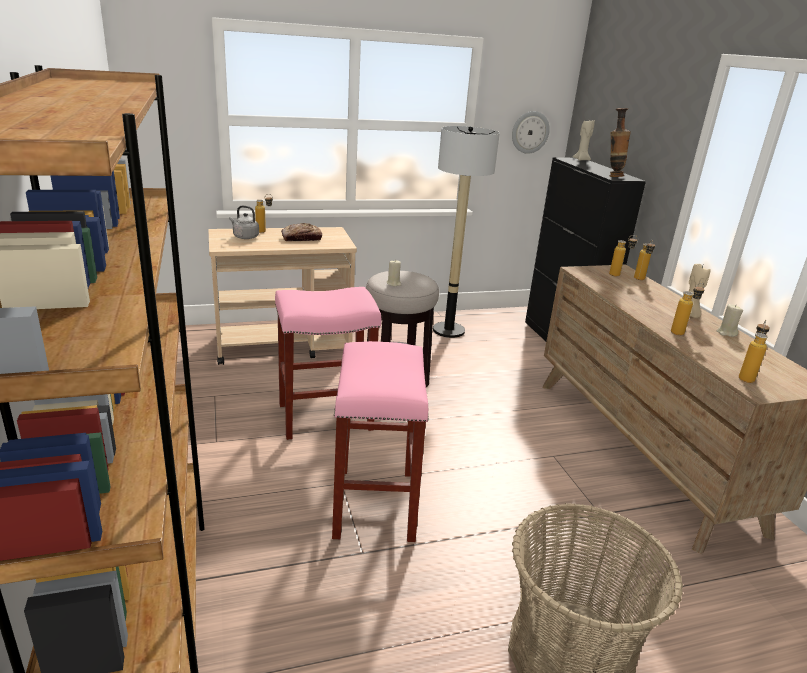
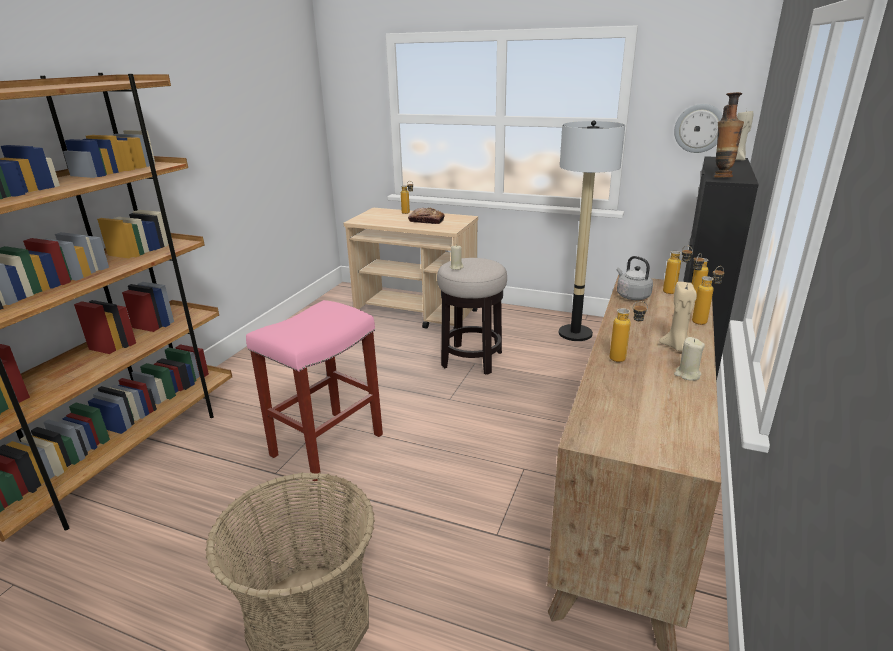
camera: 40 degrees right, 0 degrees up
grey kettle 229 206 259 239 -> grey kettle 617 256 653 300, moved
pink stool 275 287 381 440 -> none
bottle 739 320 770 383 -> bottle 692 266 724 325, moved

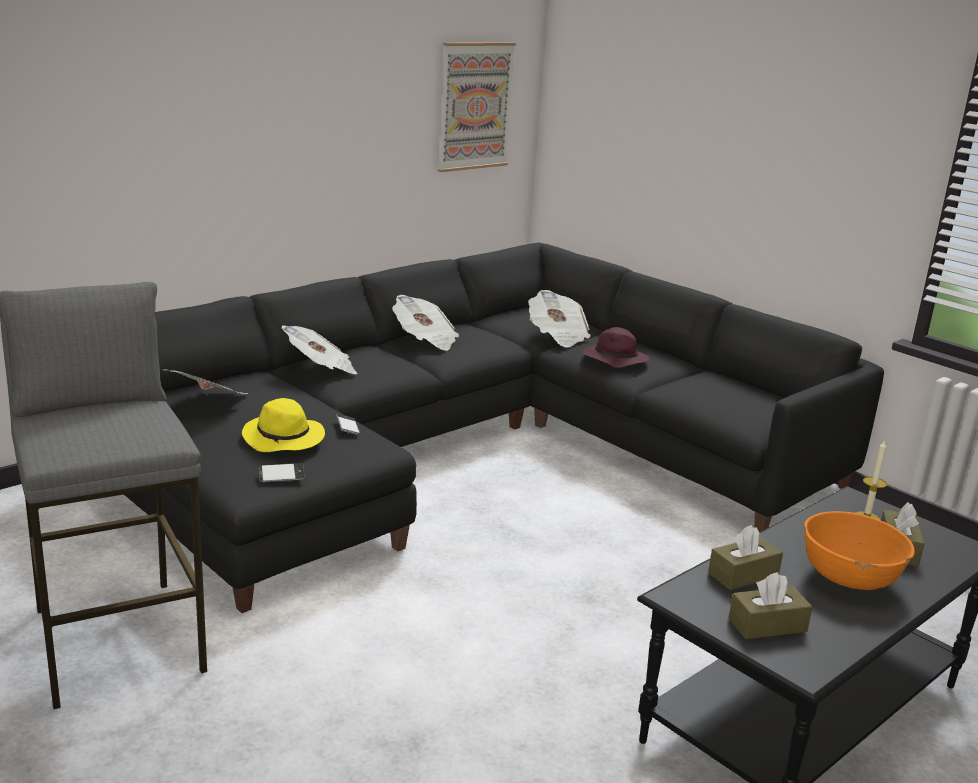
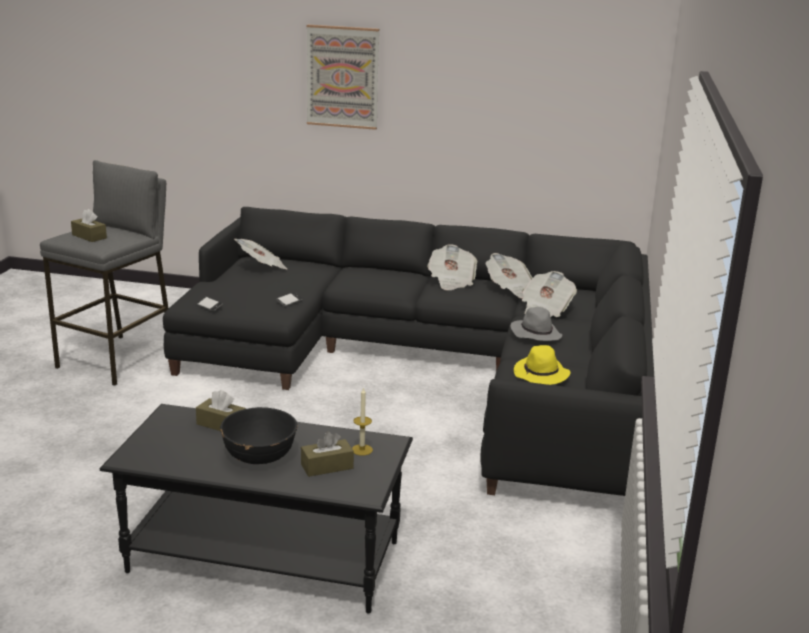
camera: 55 degrees right, 0 degrees up
yellow hat 242 398 325 452 -> yellow hat 514 345 571 385, moved
newspaper 281 325 357 374 -> newspaper 486 253 533 299, moved
picture 438 42 516 172 -> picture 307 25 380 130, moved
purple hat 583 327 650 368 -> grey hat 510 307 562 341
brown tissue box 728 572 813 639 -> brown tissue box 71 209 107 242, moved
orange bowl 804 511 915 590 -> black bowl 220 407 298 464

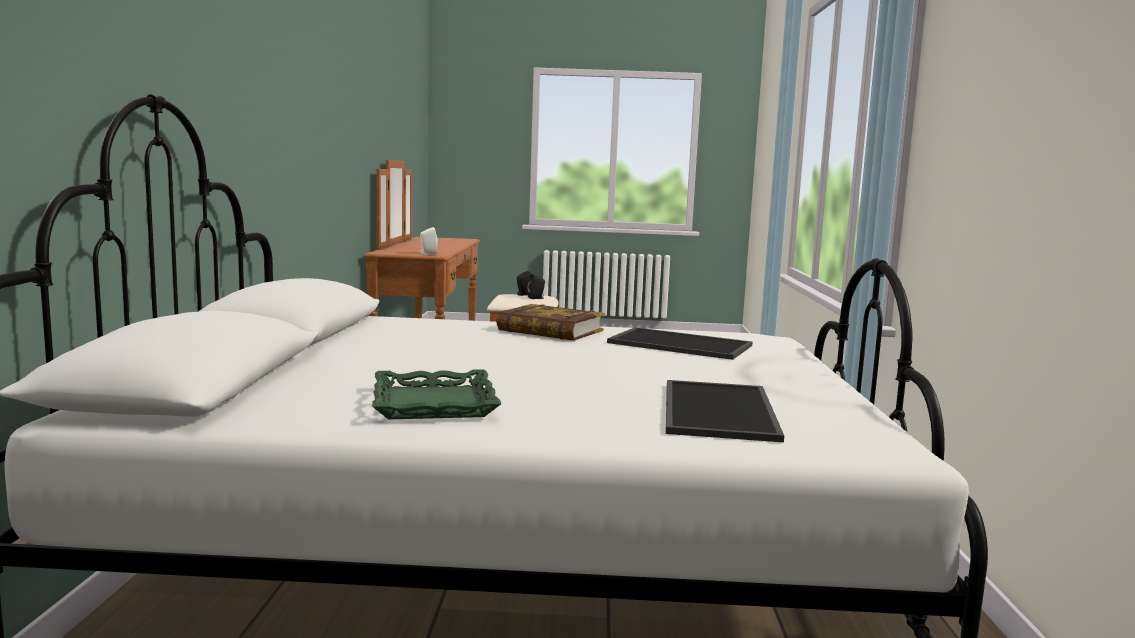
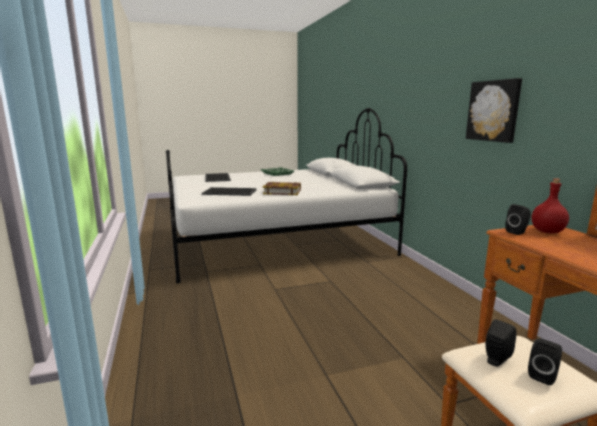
camera: 160 degrees right, 5 degrees up
white speaker 418 227 438 255 -> black speaker 505 204 531 235
none -> picture 466 78 522 143
none -> red bottle 531 178 569 233

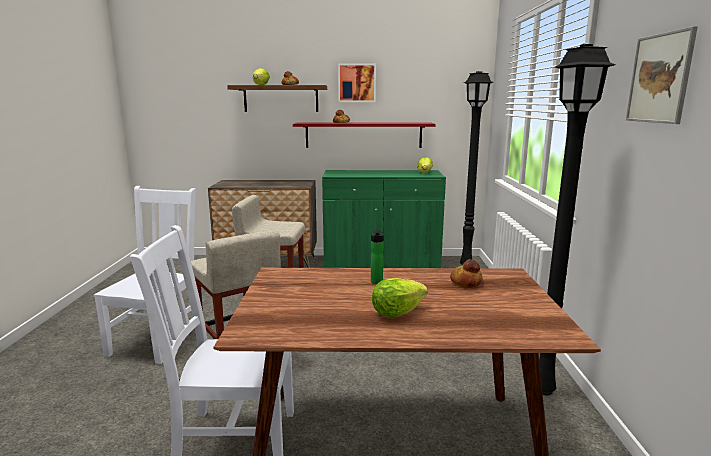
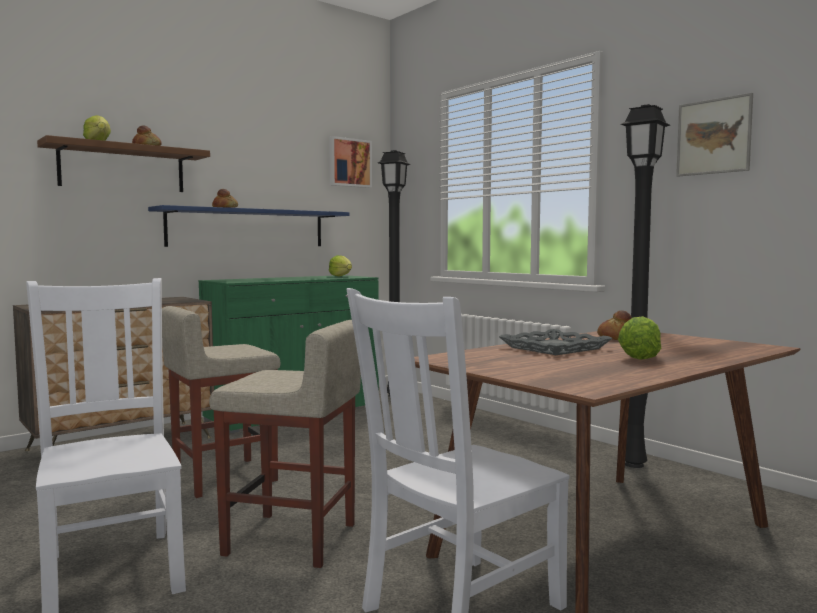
camera: 40 degrees left, 10 degrees down
red shelf 293 123 436 148 -> blue shelf 148 205 350 247
picture 338 63 376 102 -> picture 329 136 372 188, moved
bottle 371 230 384 284 -> grey tray 499 329 613 355

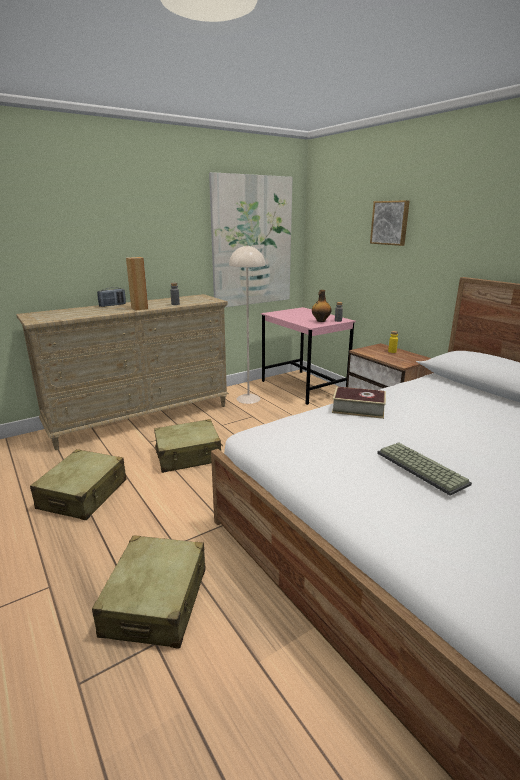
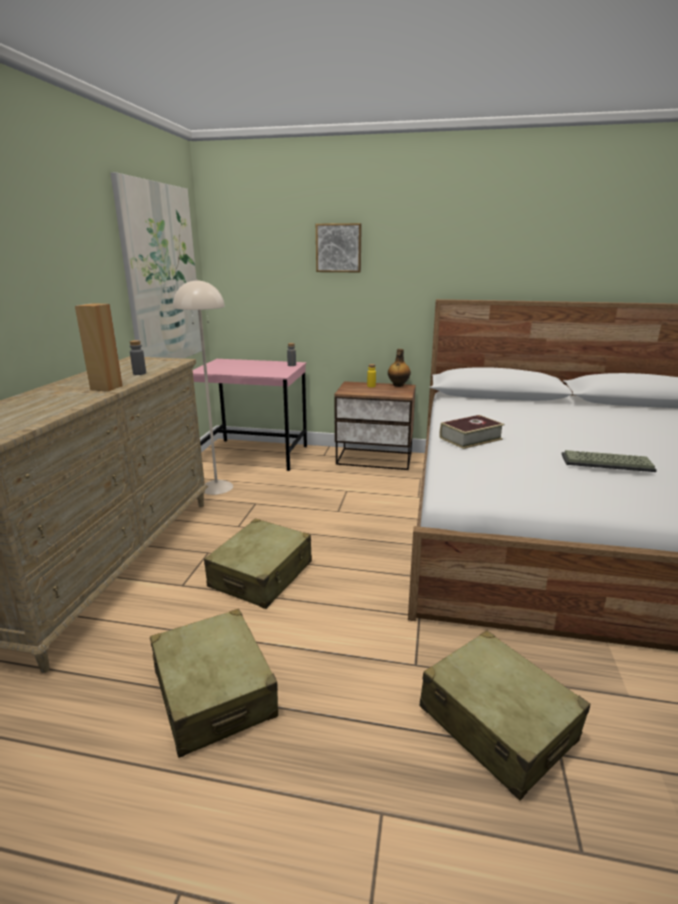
camera: 45 degrees left, 0 degrees up
radio 97 287 126 307 -> none
bottle 312 290 332 322 -> bottle 388 349 411 387, moved

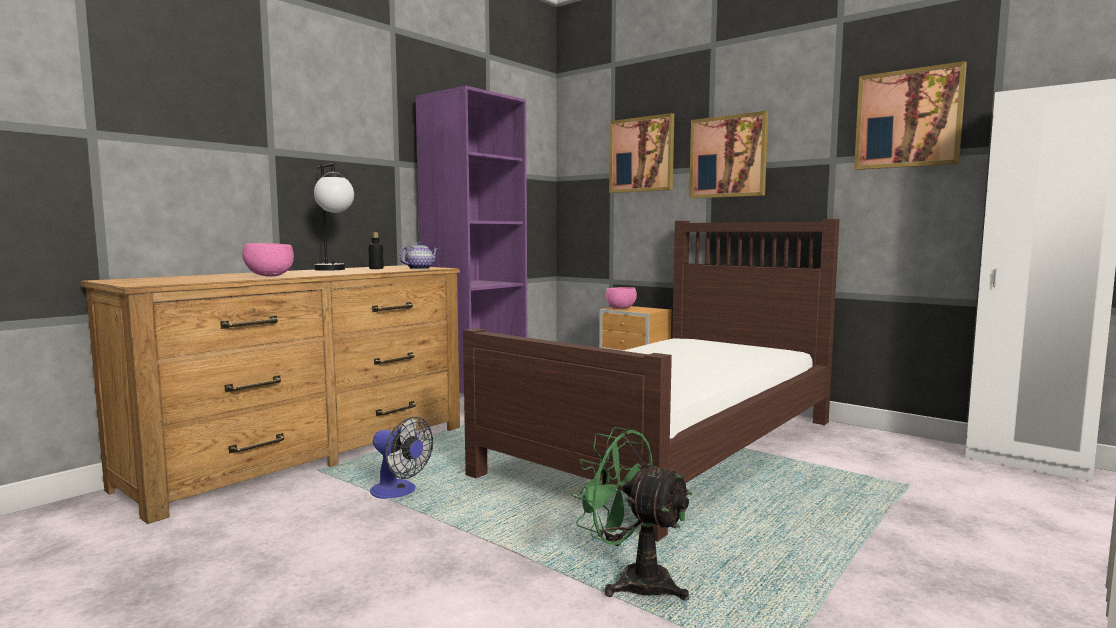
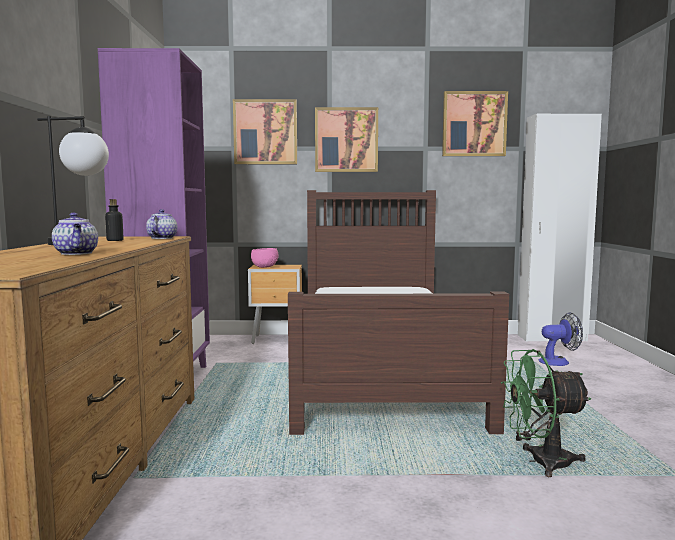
camera: 40 degrees left, 0 degrees up
pink bowl 242 243 294 277 -> teapot 52 212 98 255
fan 370 417 433 499 -> fan 539 312 583 366, moved

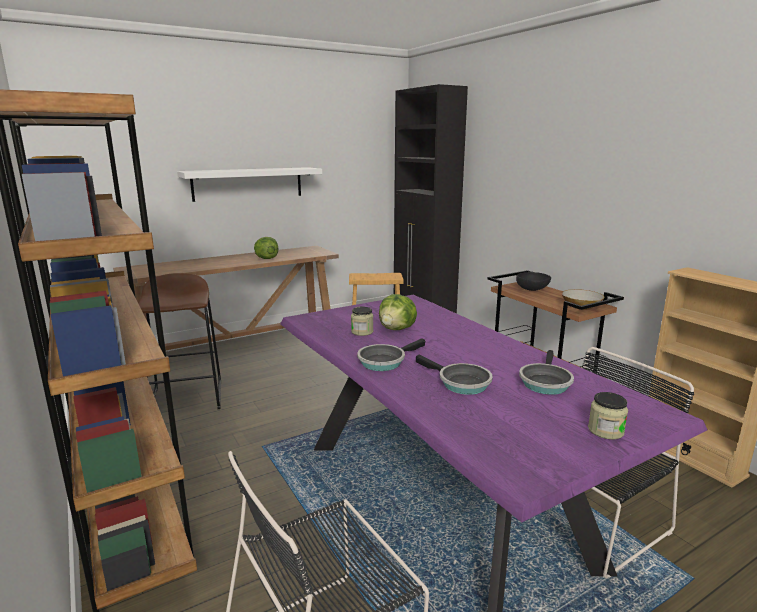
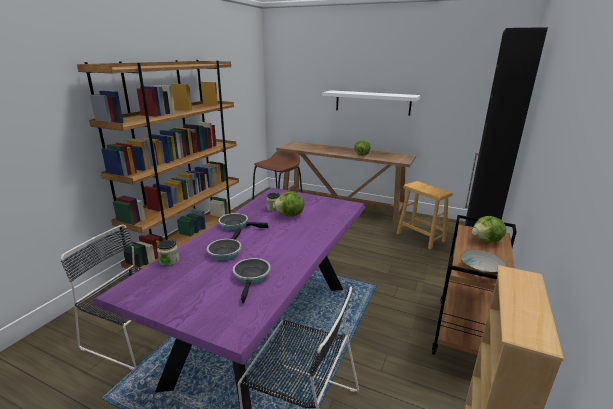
camera: 55 degrees right, 5 degrees up
black bowl 516 272 551 291 -> lettuce 472 216 506 243
frying pan 519 350 574 395 -> frying pan 233 258 271 304, 105 degrees clockwise
jar 588 392 628 440 -> jar 157 240 179 266, moved

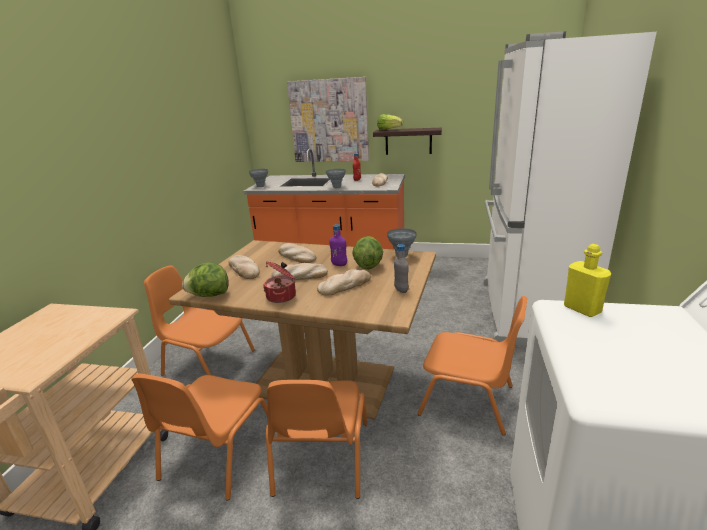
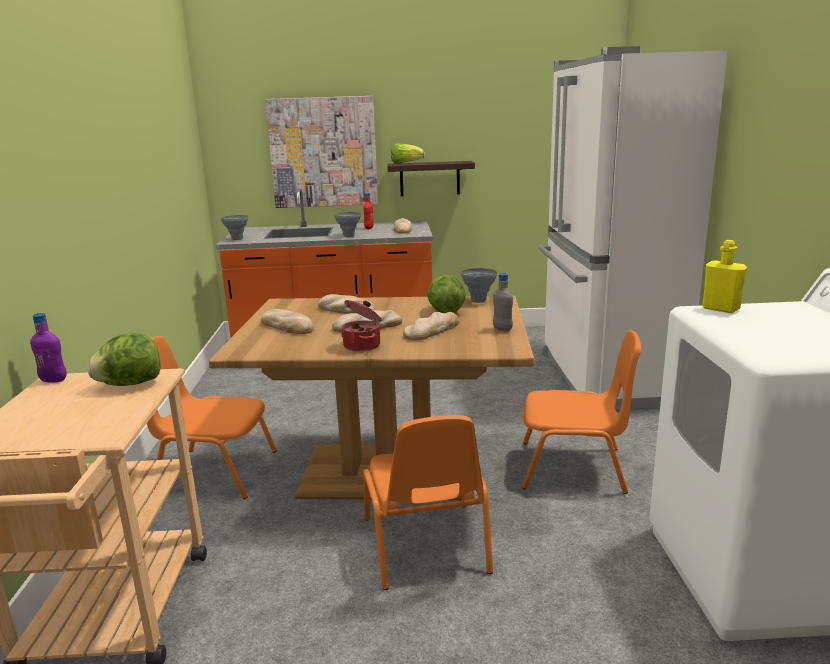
camera: 15 degrees left, 5 degrees down
orange chair 131 374 268 501 -> none
lettuce 182 262 229 297 -> lettuce 87 333 161 386, moved
purple bottle 329 224 347 266 -> purple bottle 30 313 67 383, moved

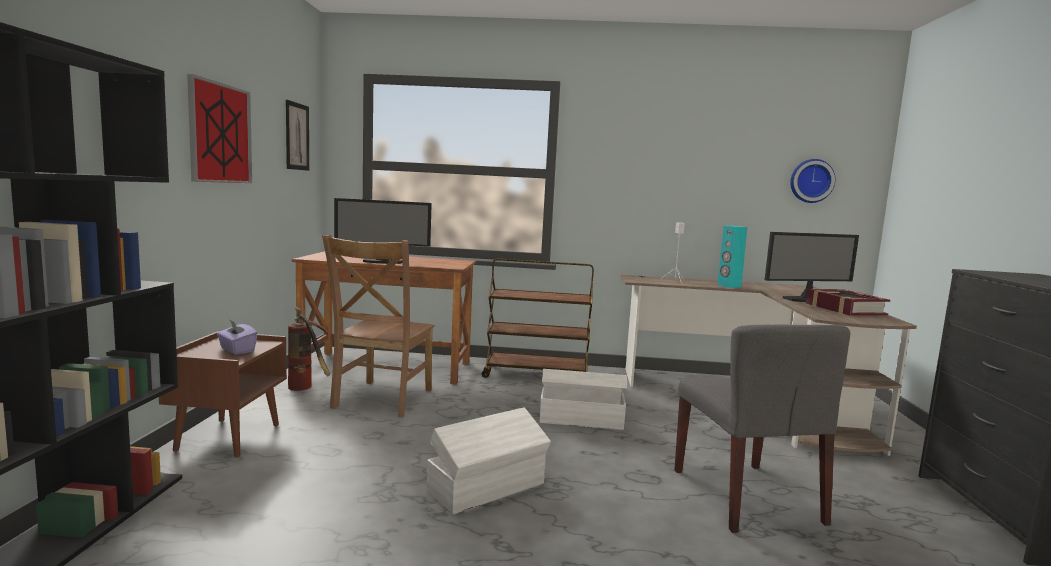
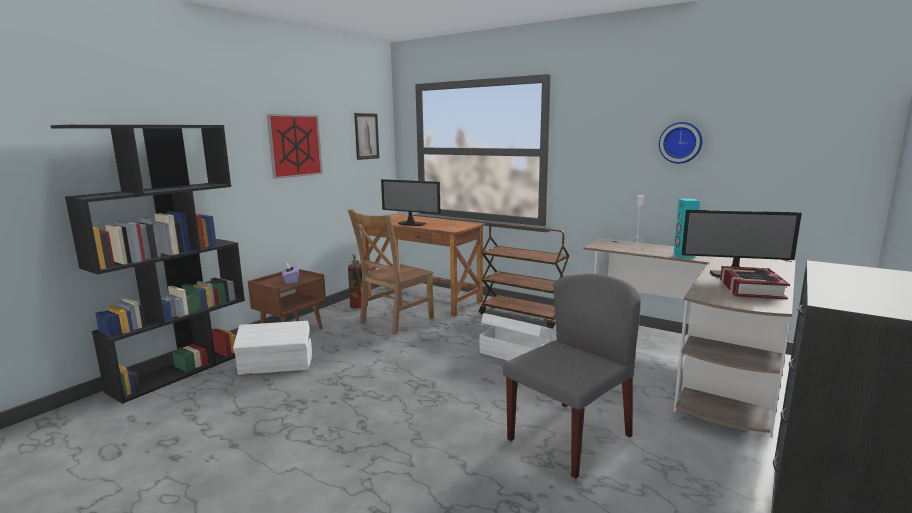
camera: 30 degrees right, 5 degrees up
white storage box 427 407 551 514 -> white storage box 233 321 312 375, moved
grey chair 674 325 850 533 -> grey chair 503 273 641 479, 150 degrees counterclockwise
wall clock 790 159 836 203 -> wall clock 659 122 703 164, moved

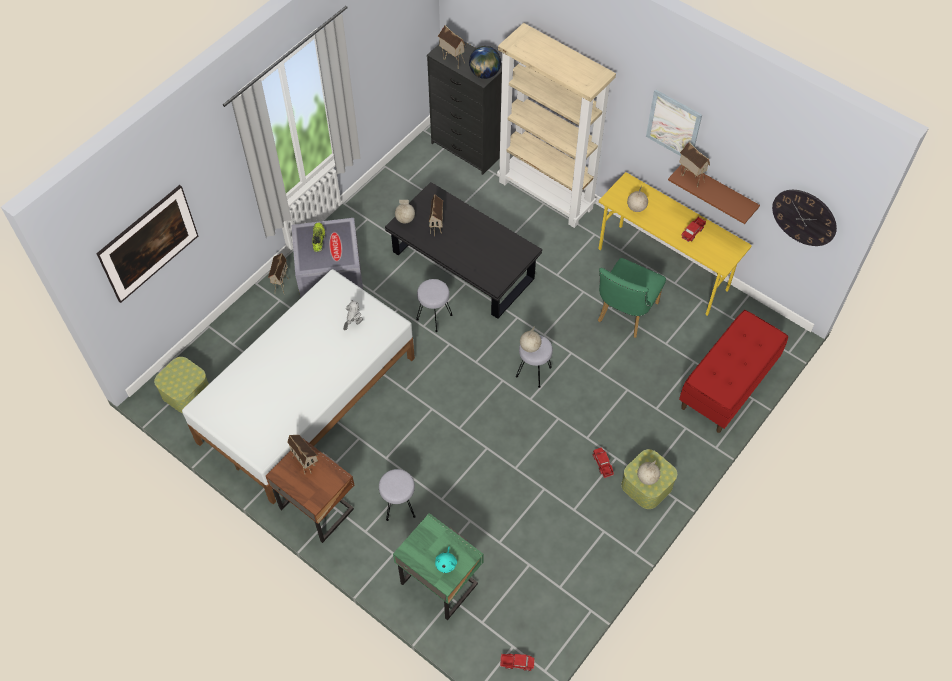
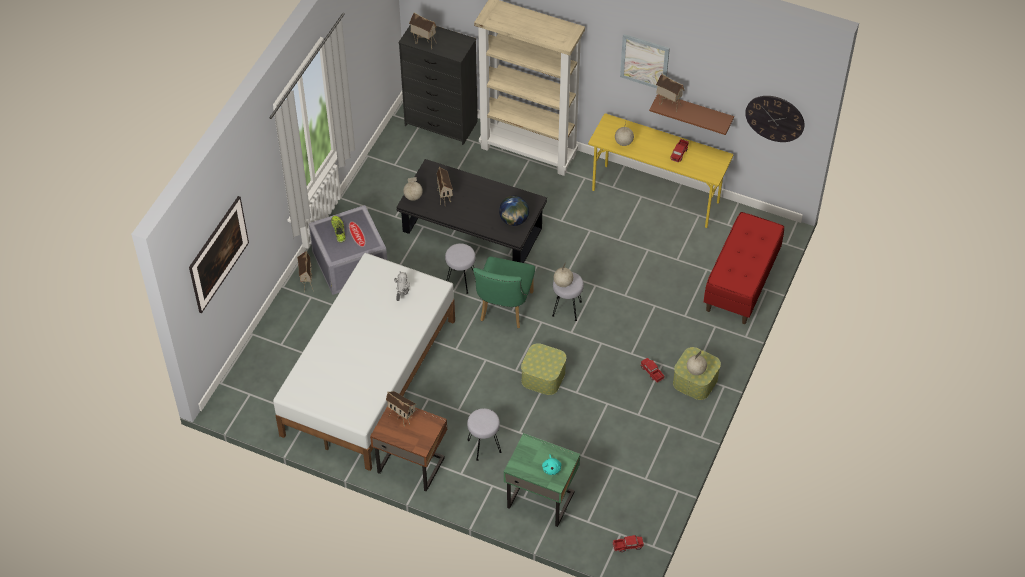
camera: 15 degrees left, 5 degrees down
storage box 154 357 209 413 -> storage box 521 343 566 395, moved
globe 469 46 501 79 -> globe 499 196 529 226, moved
green chair 598 258 666 338 -> green chair 473 257 535 328, moved

